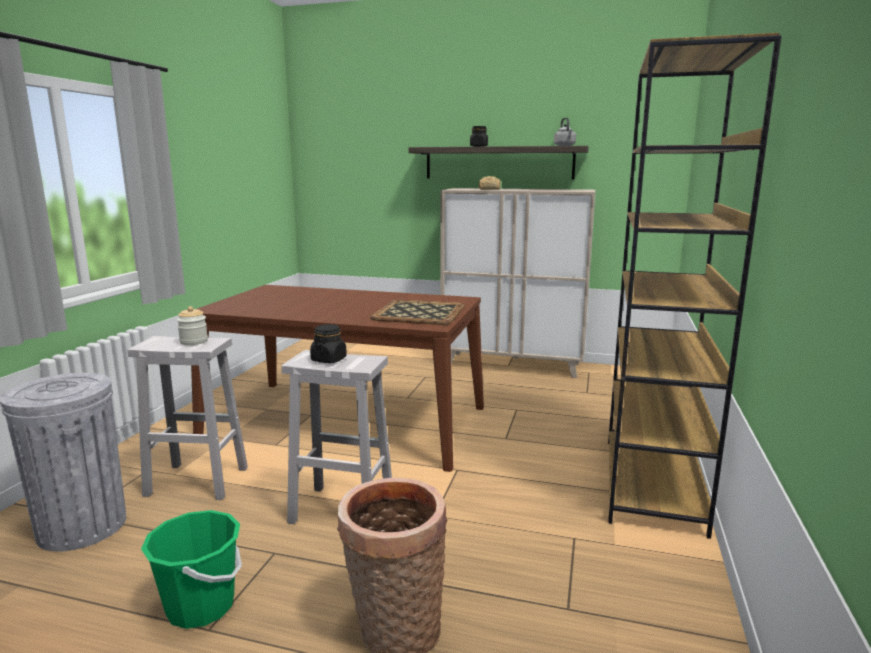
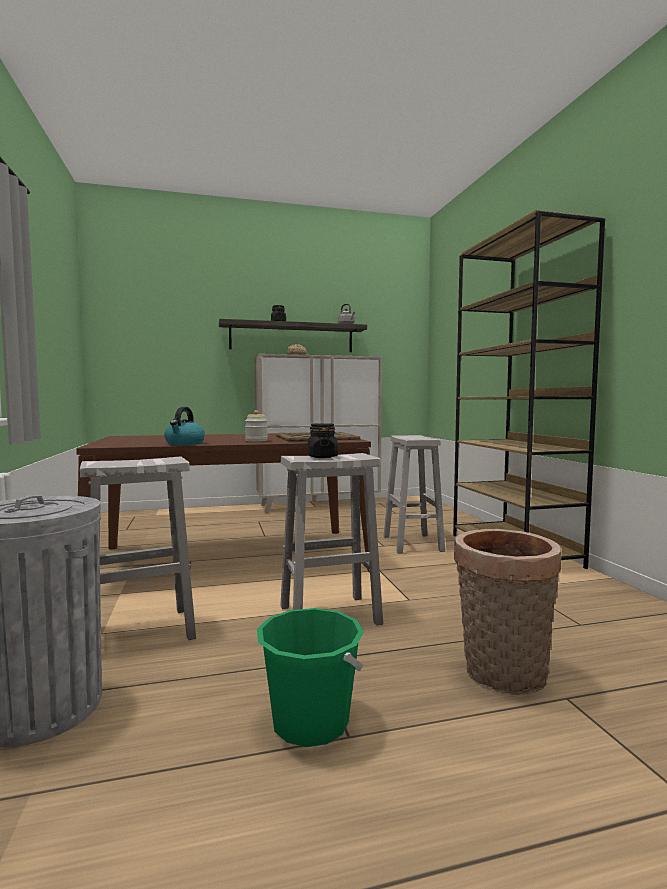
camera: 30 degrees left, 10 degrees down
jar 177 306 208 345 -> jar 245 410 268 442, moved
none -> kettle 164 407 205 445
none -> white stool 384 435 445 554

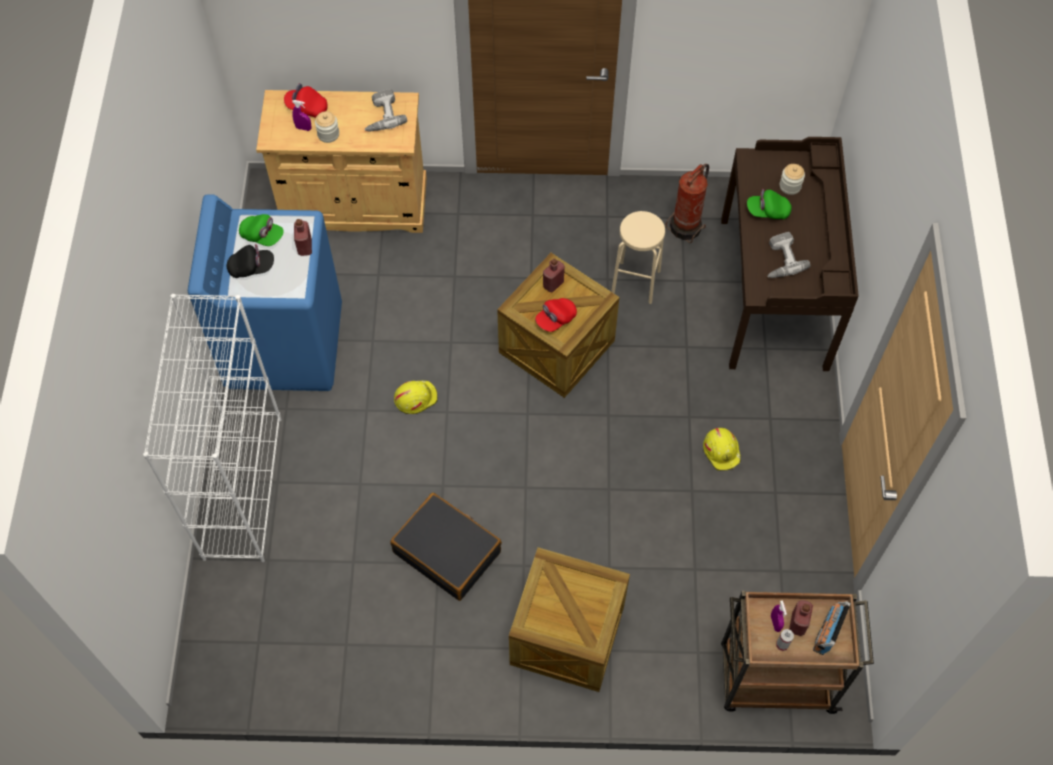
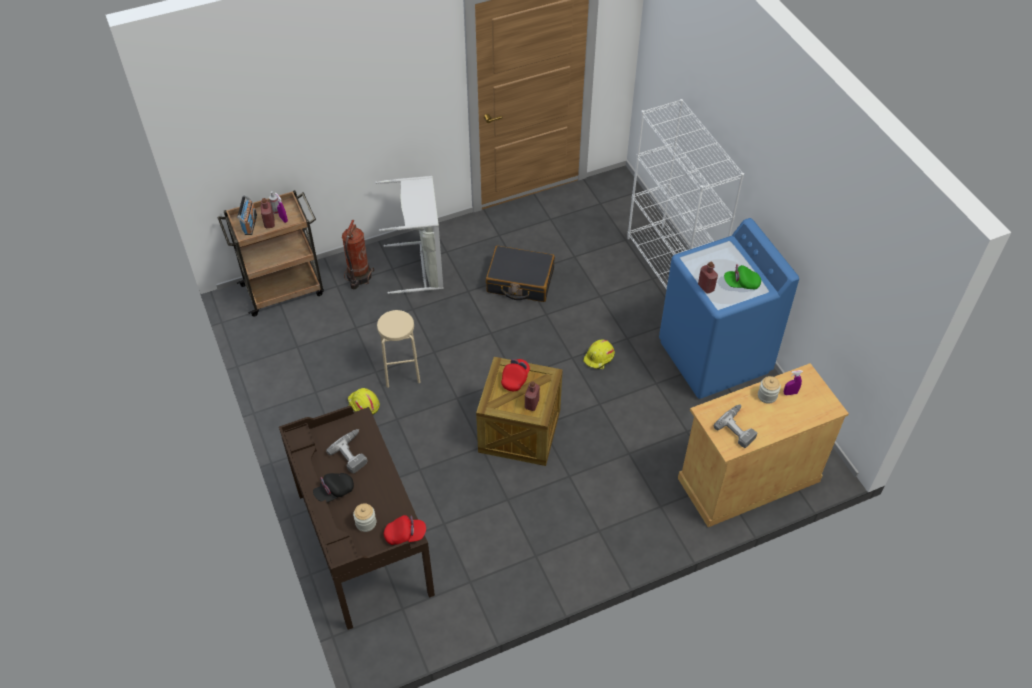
camera: 155 degrees right, 10 degrees down
black cap 226 244 274 278 -> black cap 313 473 354 502, moved
red cap 284 83 328 118 -> red cap 384 515 426 545, moved
crate 509 547 630 692 -> grey laundry basket 375 176 444 294
beige stool 611 211 665 304 -> beige stool 377 310 421 388, moved
fire extinguisher 666 164 709 243 -> fire extinguisher 342 220 374 289, moved
green cap 747 189 792 219 -> none

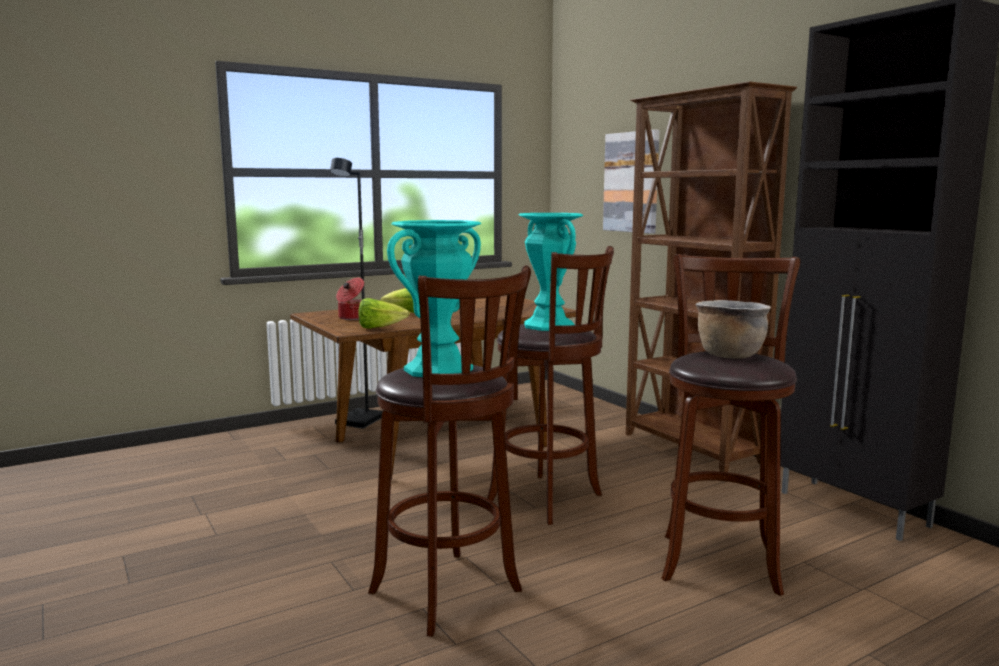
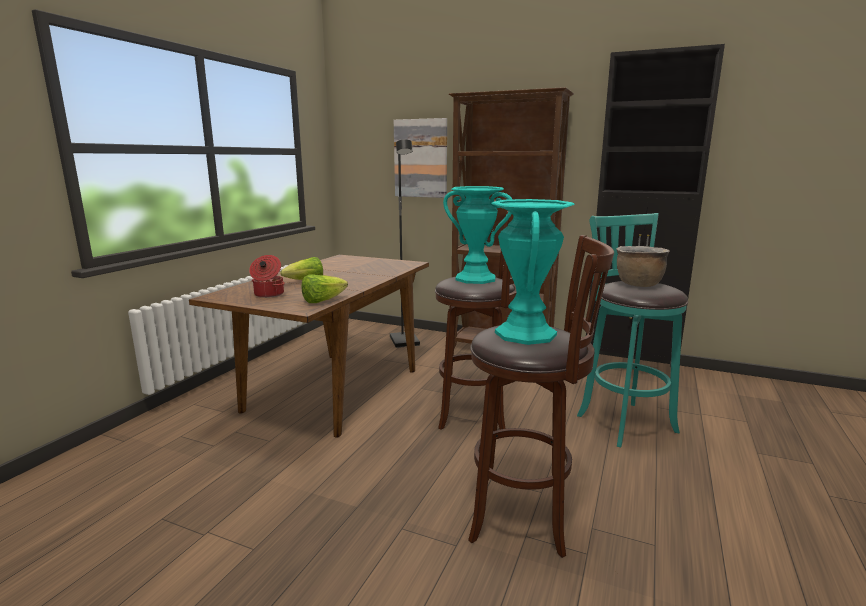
camera: 35 degrees left, 5 degrees up
black floor lamp 330 158 383 429 -> black floor lamp 390 140 420 348, moved
brown stool 661 254 800 596 -> turquoise stool 577 213 688 448

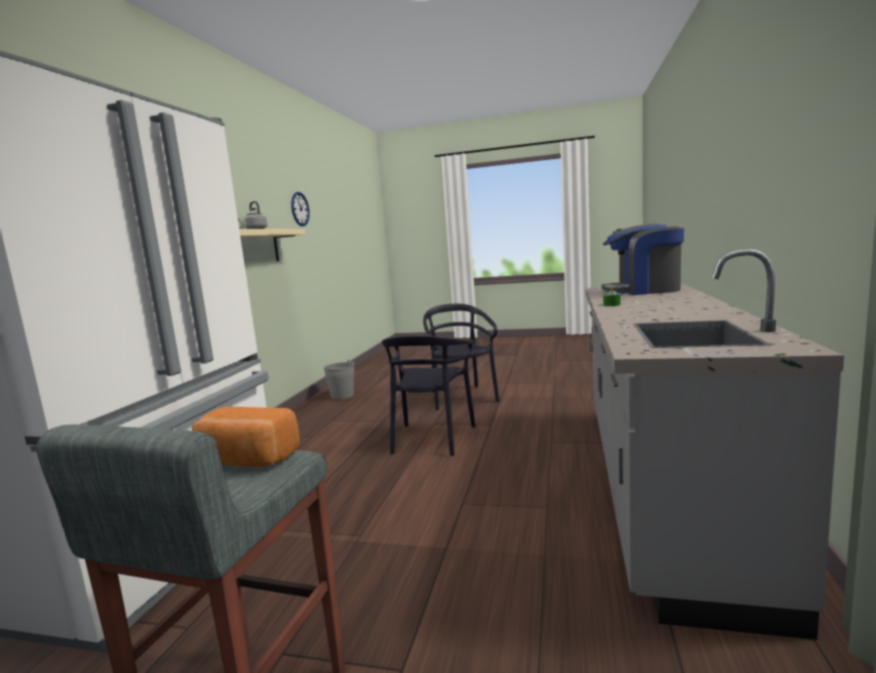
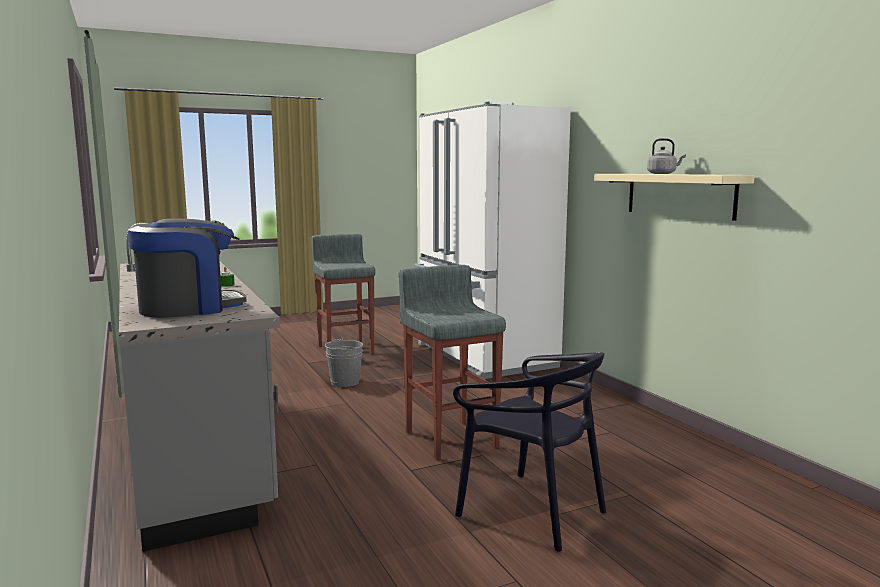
camera: 140 degrees right, 0 degrees up
bread 192 407 300 467 -> none
wall clock 291 192 310 226 -> none
grey bucket 324 360 354 399 -> grey bucket 325 337 363 387, moved
black chair 382 336 475 456 -> grey stool 399 265 506 460

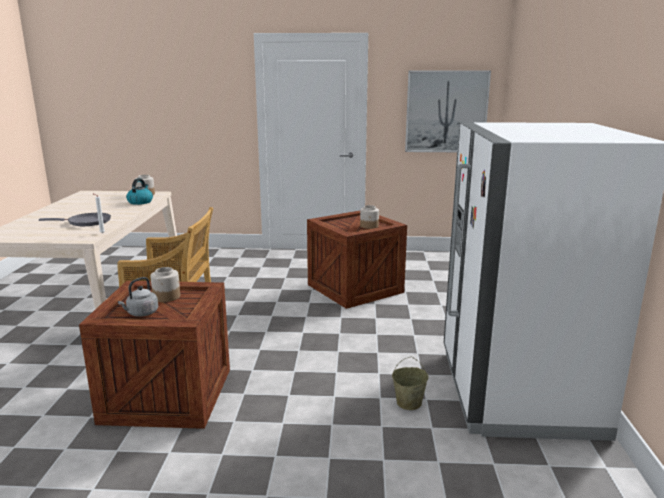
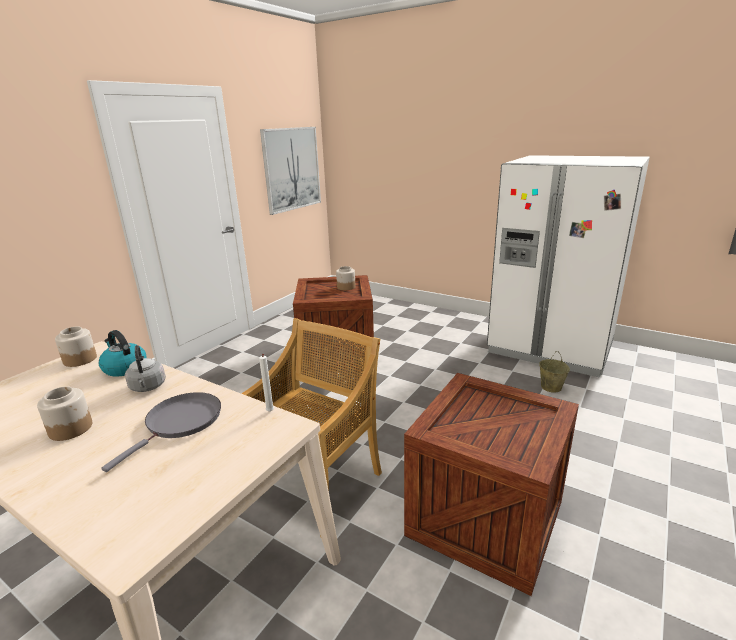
camera: 60 degrees left, 5 degrees up
grey kettle 118 277 158 317 -> grey kettle 125 345 166 392, moved
jar 150 267 180 302 -> jar 37 386 92 441, moved

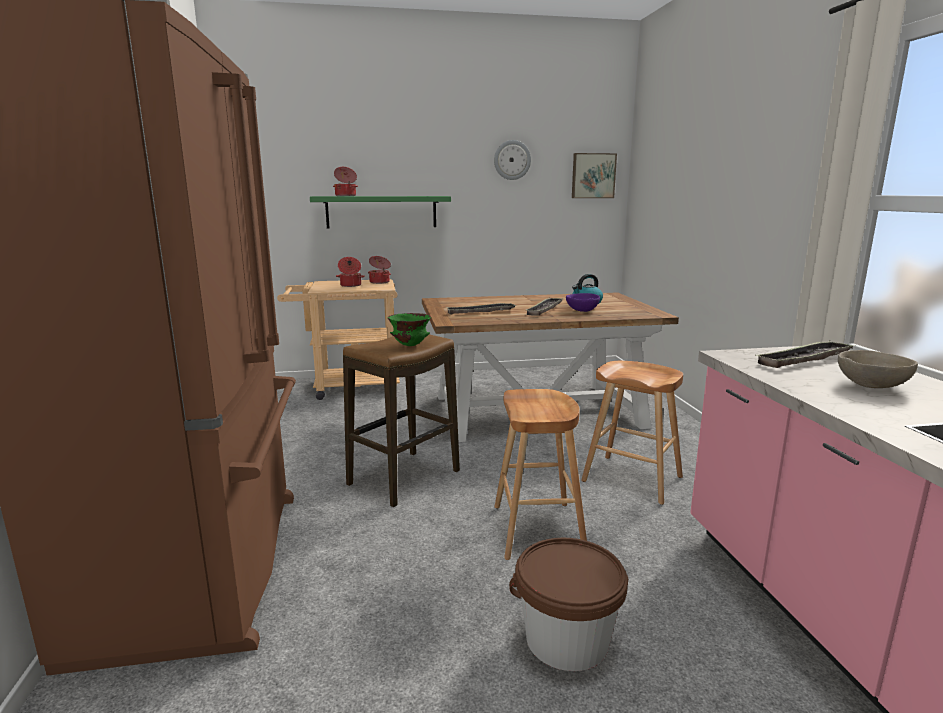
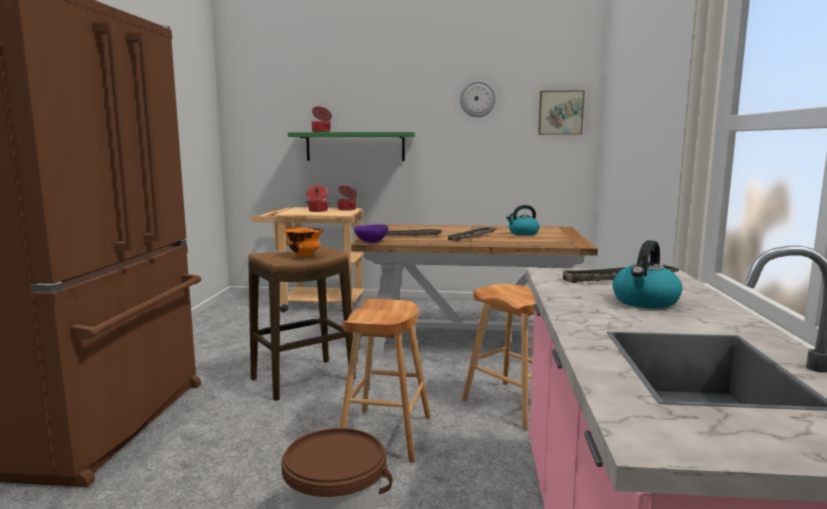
camera: 15 degrees right, 5 degrees down
green bowl 388 313 431 346 -> orange bowl 284 228 323 257
purple bowl 566 293 600 312 -> purple bowl 354 225 388 243, moved
beige bowl 838 350 918 388 -> kettle 612 240 682 308

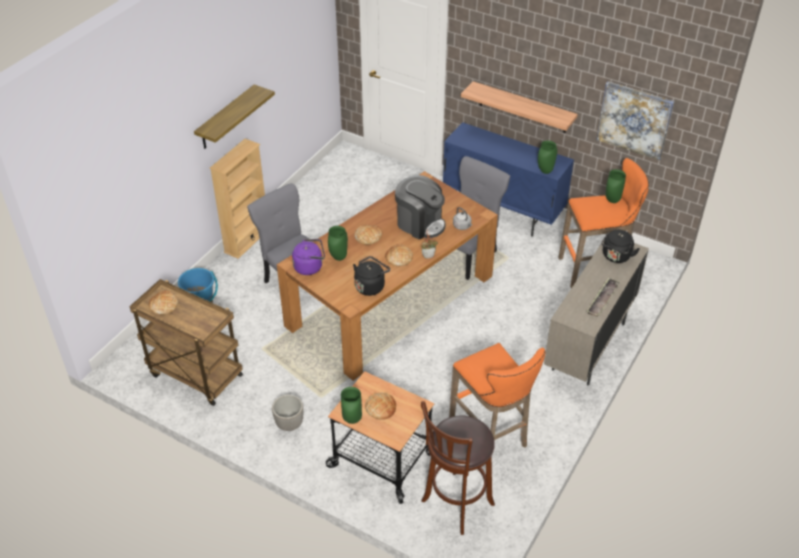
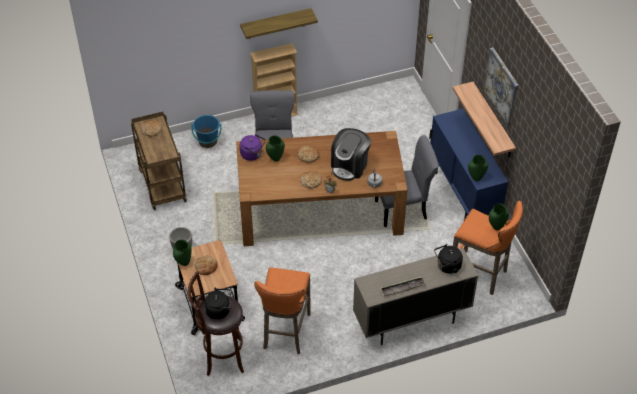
camera: 40 degrees right, 5 degrees up
black kettle 353 256 390 296 -> black kettle 204 287 232 320, moved
coffee machine 395 175 446 240 -> coffee machine 331 128 371 181, 45 degrees clockwise
picture 596 81 674 160 -> picture 484 47 519 128, moved

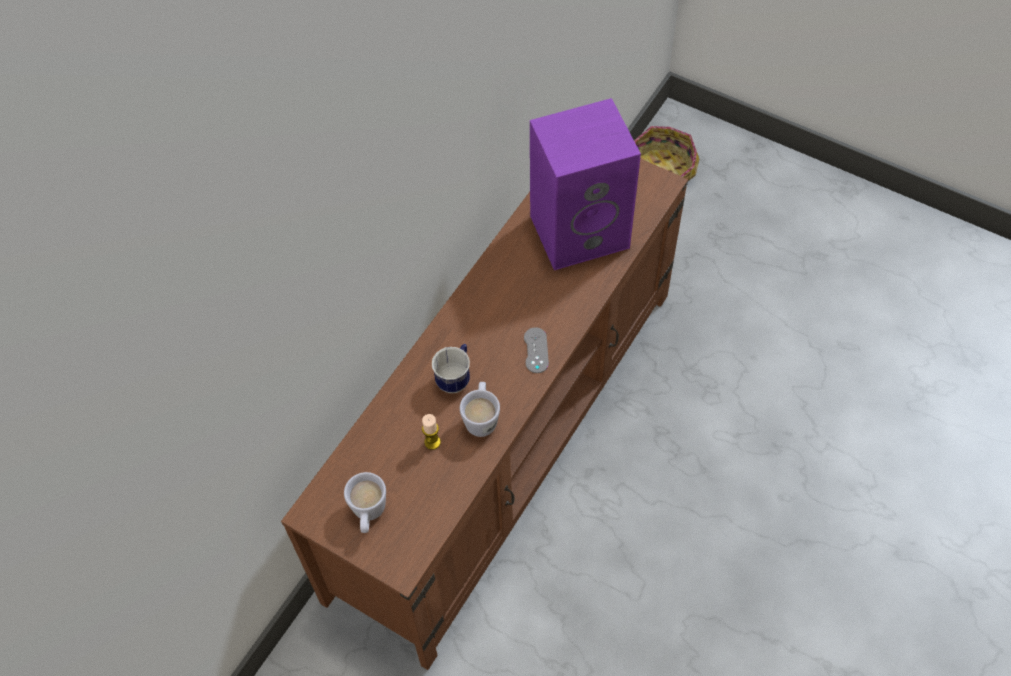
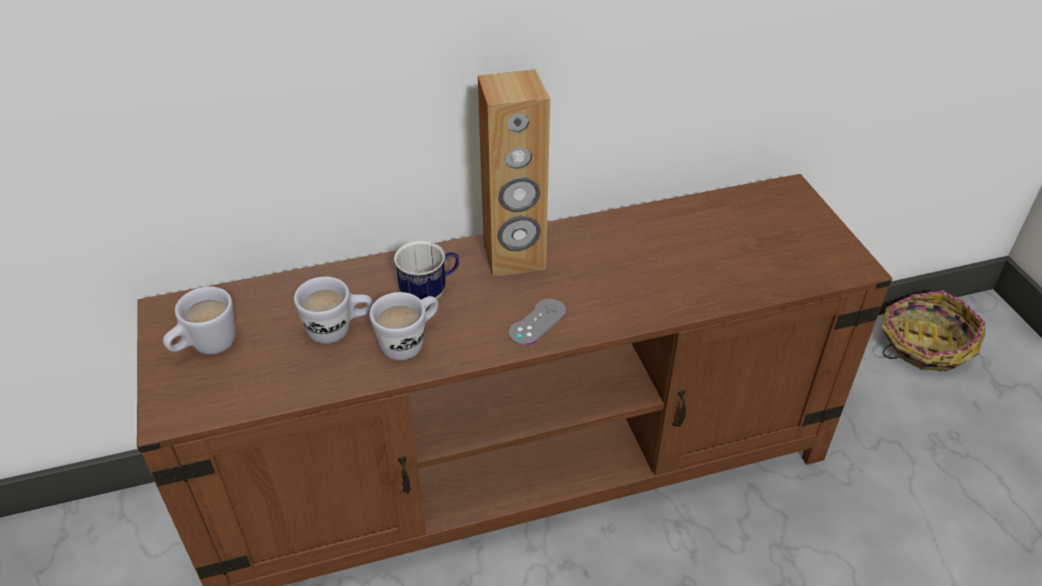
camera: 40 degrees right, 15 degrees down
candle 422 414 441 450 -> white mug 294 277 373 344
purple speaker 530 98 641 270 -> none
none -> brown speaker 478 69 550 277

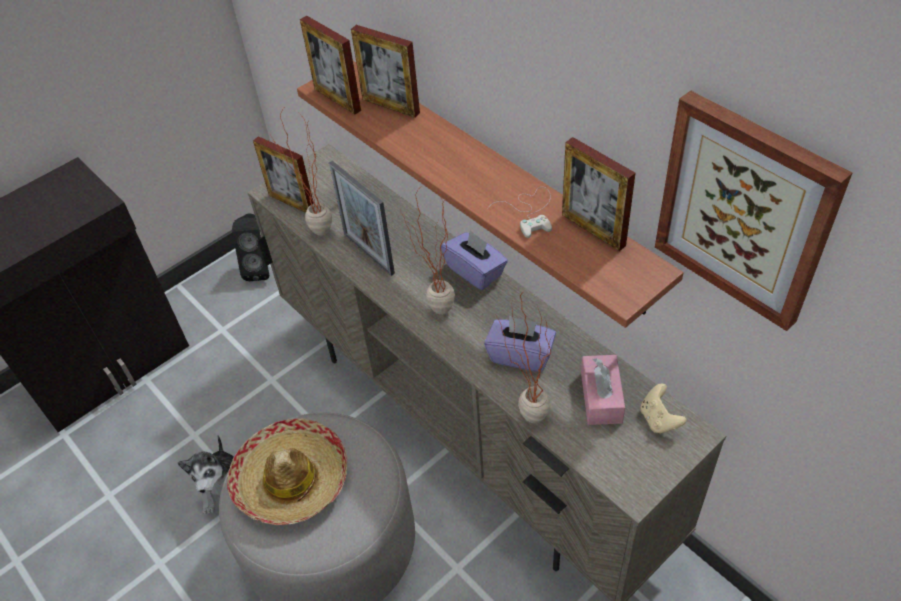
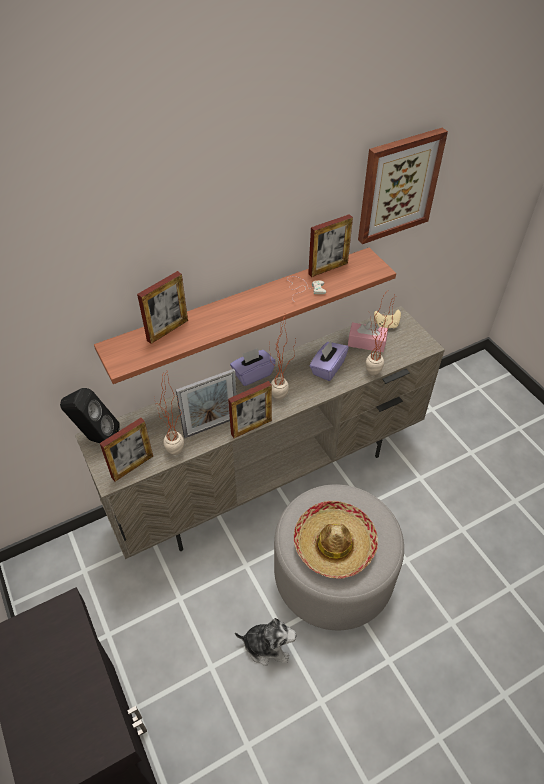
camera: 80 degrees left, 0 degrees up
black speaker 232 213 269 281 -> black speaker 60 388 120 443, moved
picture frame 300 16 361 115 -> picture frame 228 381 272 438, moved

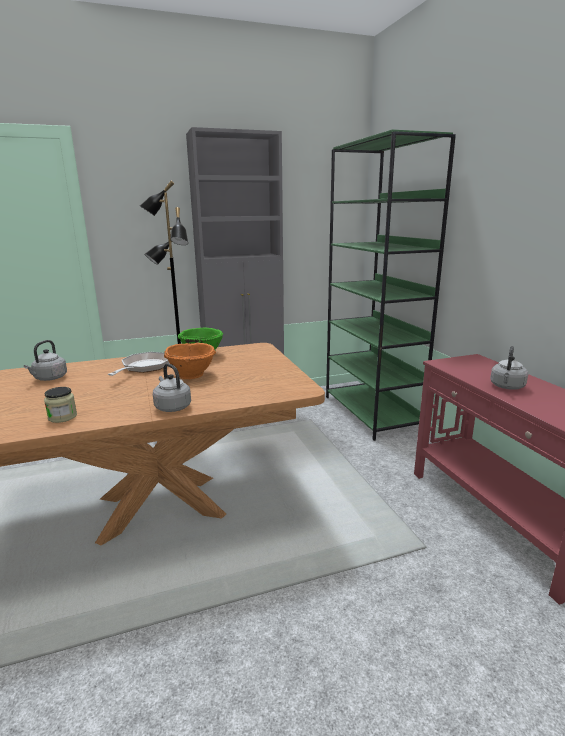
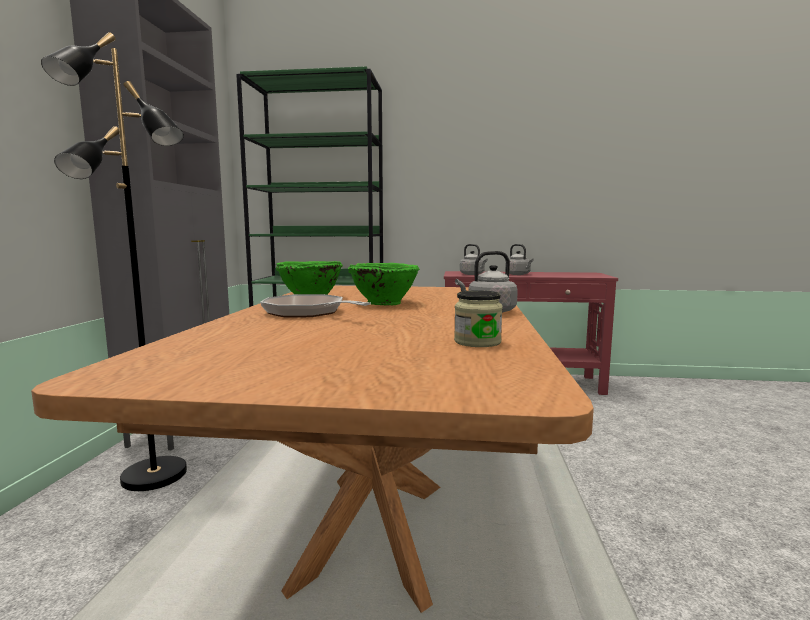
camera: 65 degrees left, 10 degrees down
grey kettle 24 340 67 381 -> grey kettle 460 244 488 275, moved
orange bowl 164 343 216 379 -> green bowl 348 263 420 305

